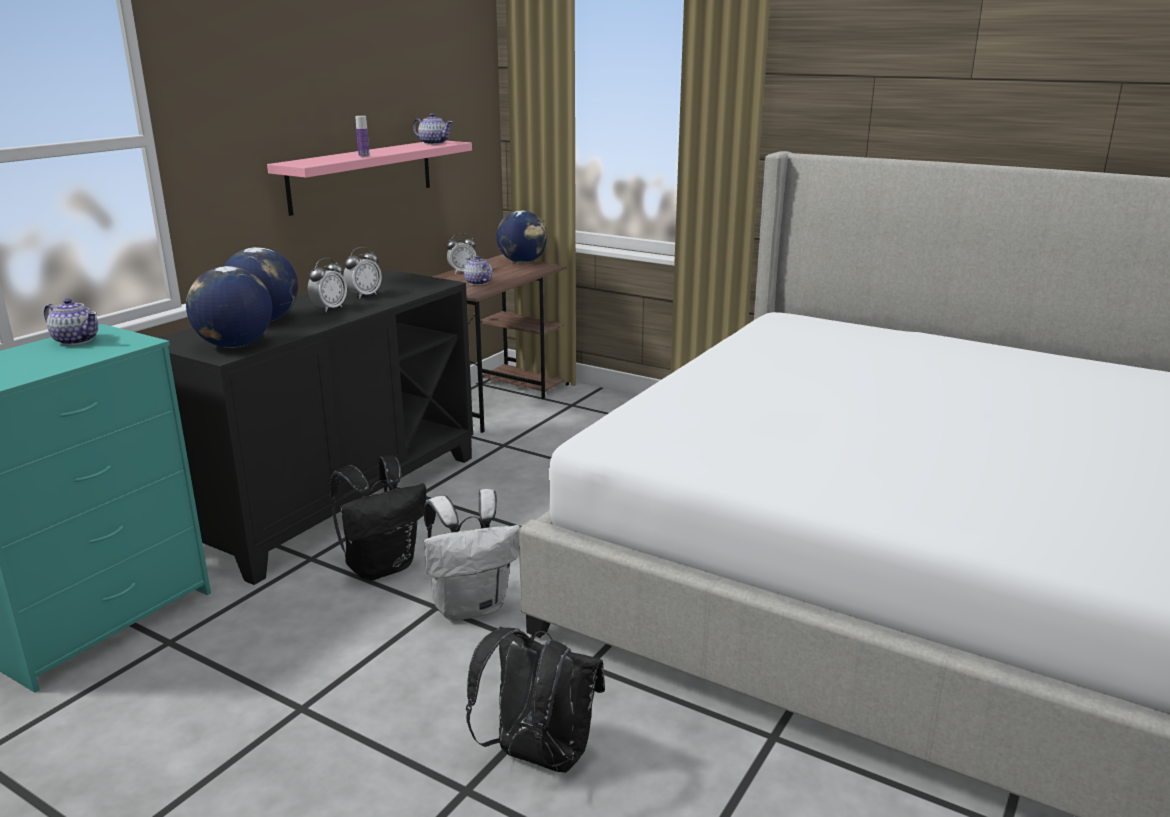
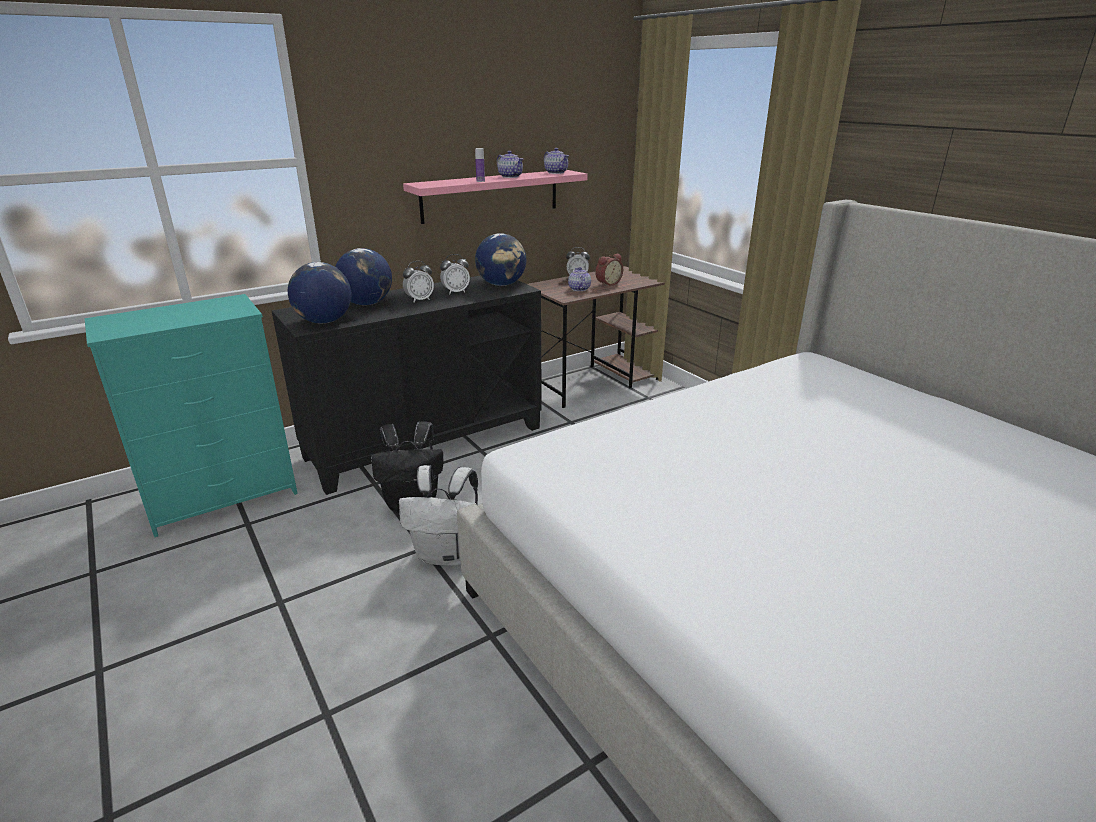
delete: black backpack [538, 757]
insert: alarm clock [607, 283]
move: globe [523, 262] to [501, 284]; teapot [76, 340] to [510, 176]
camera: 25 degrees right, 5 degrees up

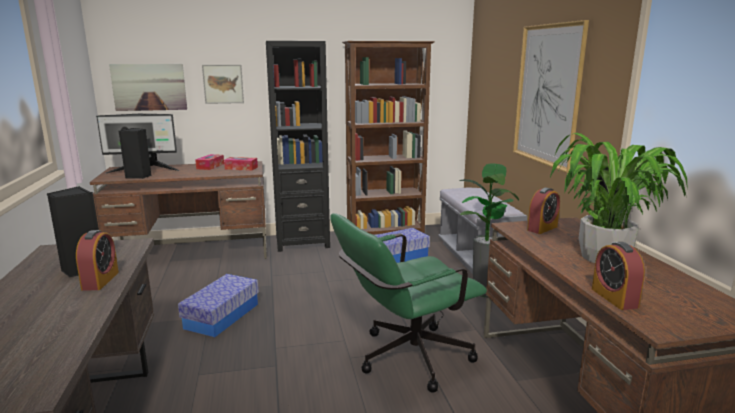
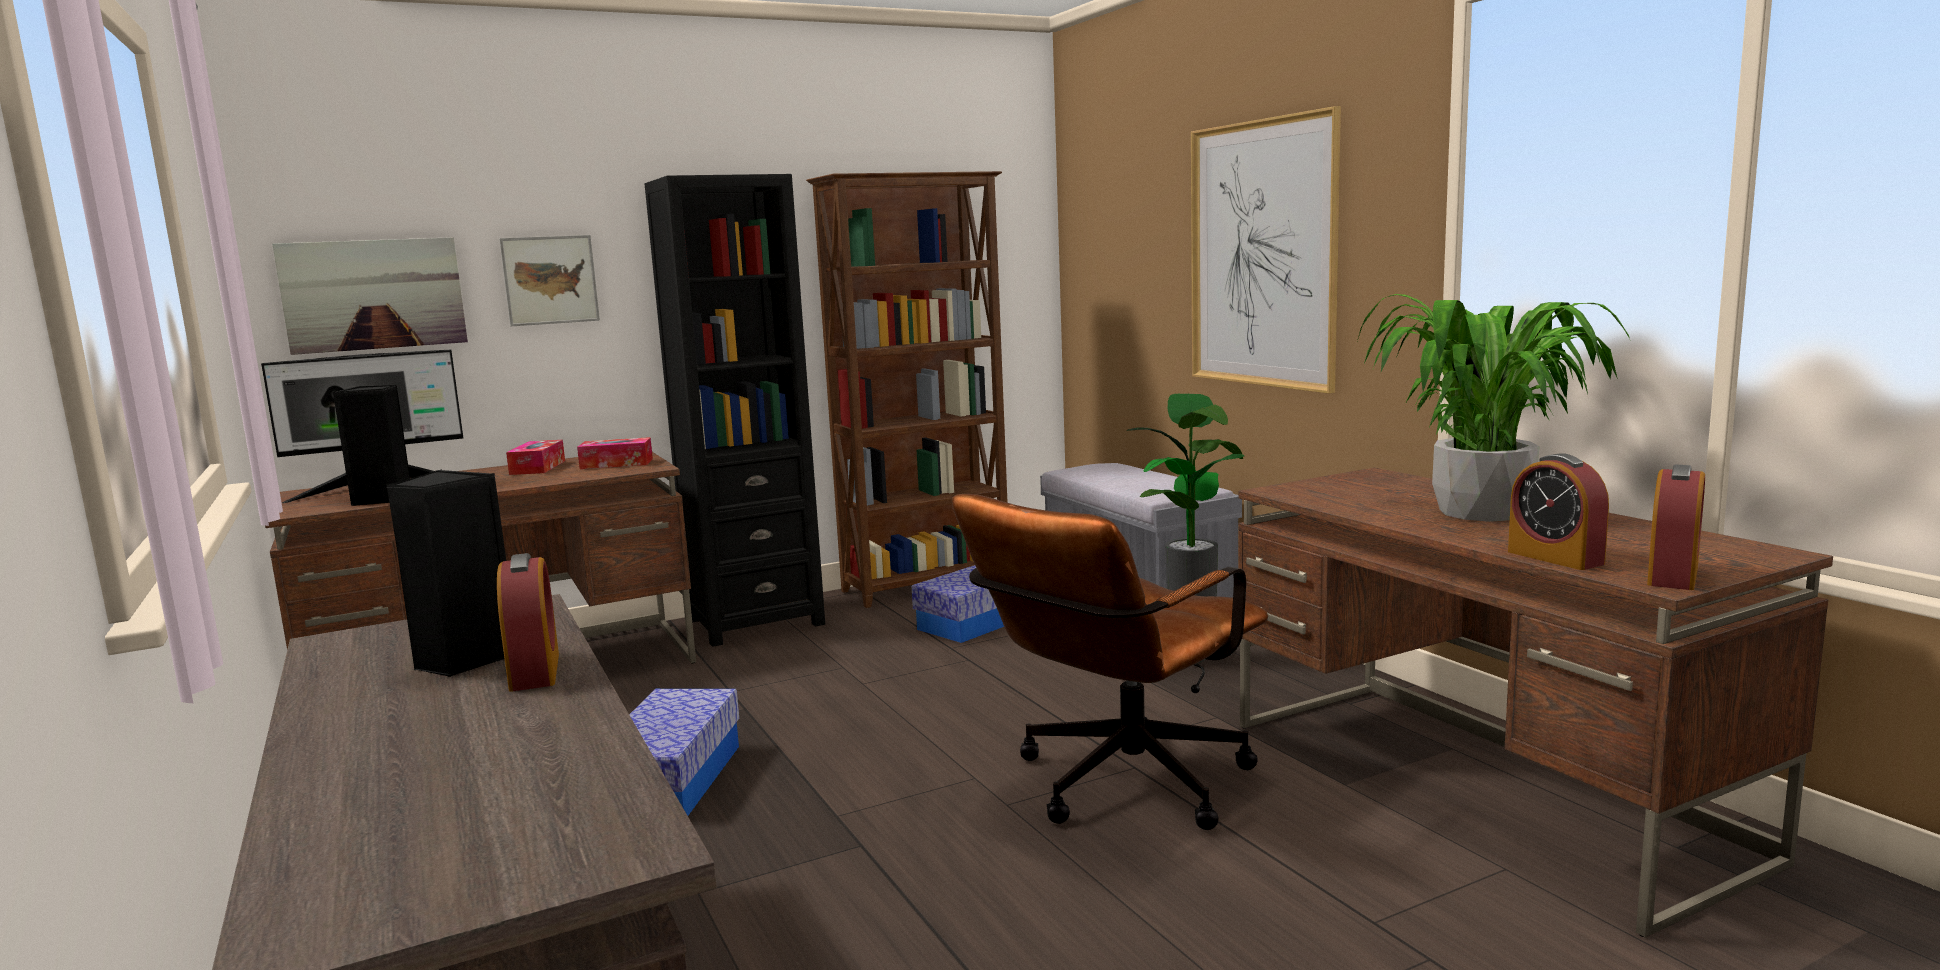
move: alarm clock [542, 228] to [1673, 576]
recolor: green office chair [405, 359] to brown office chair [1117, 787]
camera: 15 degrees left, 5 degrees down

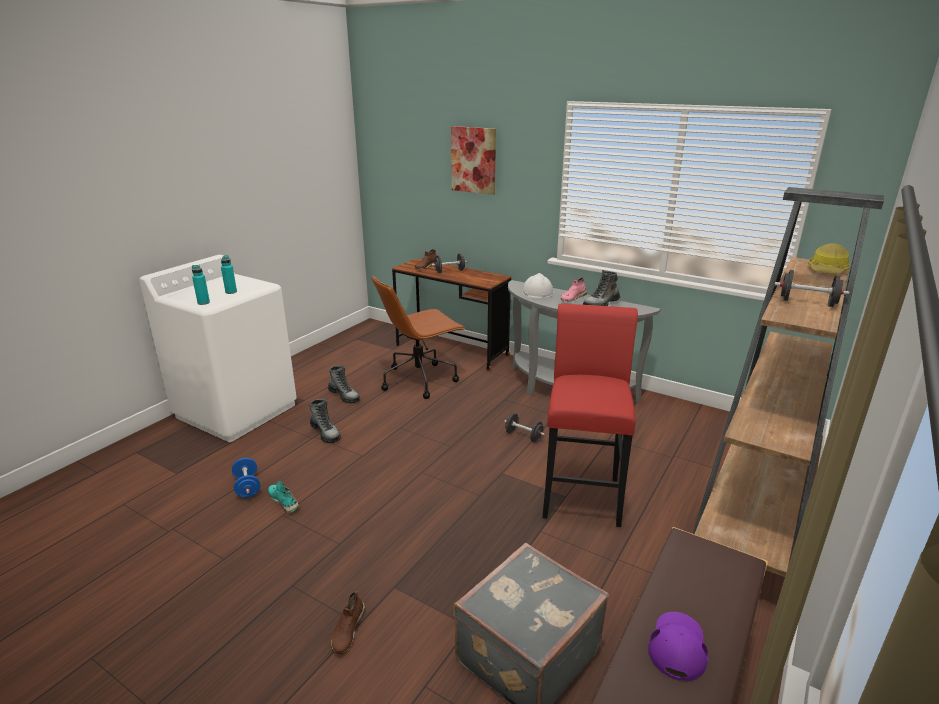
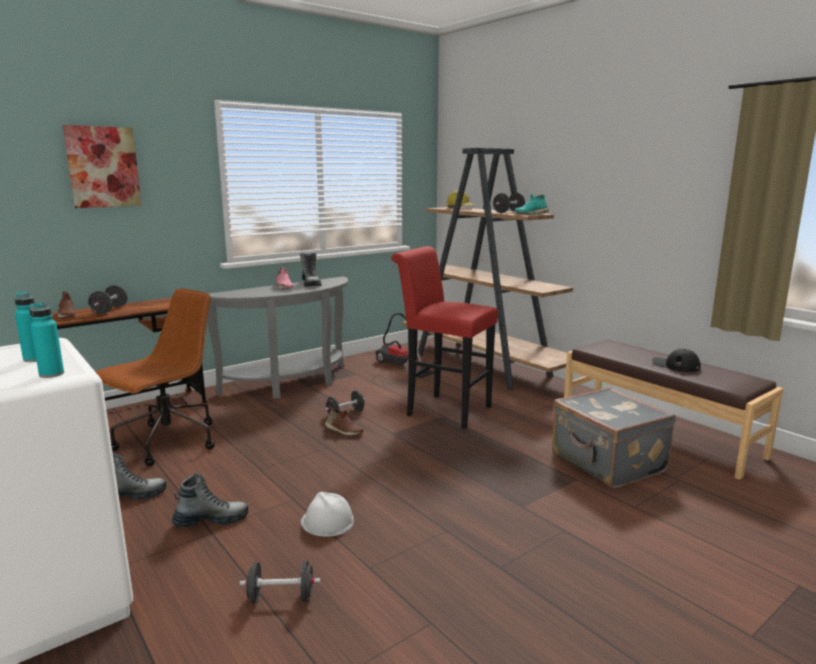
insert: vacuum cleaner [398, 365]
move: white hard hat [537, 292] to [327, 521]; turquoise shoe [284, 501] to [530, 214]; brown shoe [348, 630] to [343, 431]
recolor: blue dumbbell [247, 487] to black dumbbell [281, 597]; purple cap [677, 646] to black cap [675, 365]
rotate: brown office chair [420, 379] = [167, 443] 135 degrees counterclockwise
camera: 70 degrees left, 10 degrees down

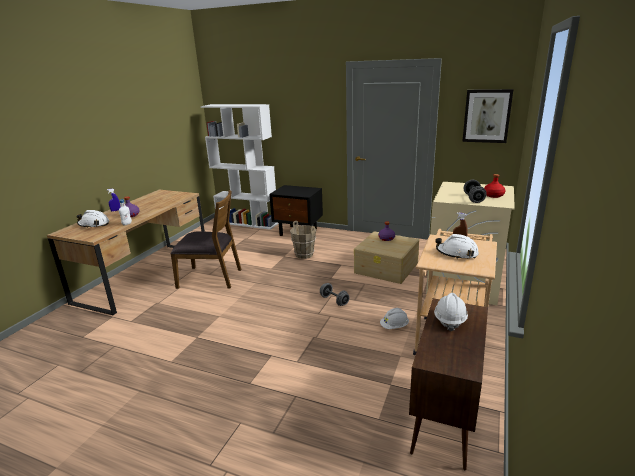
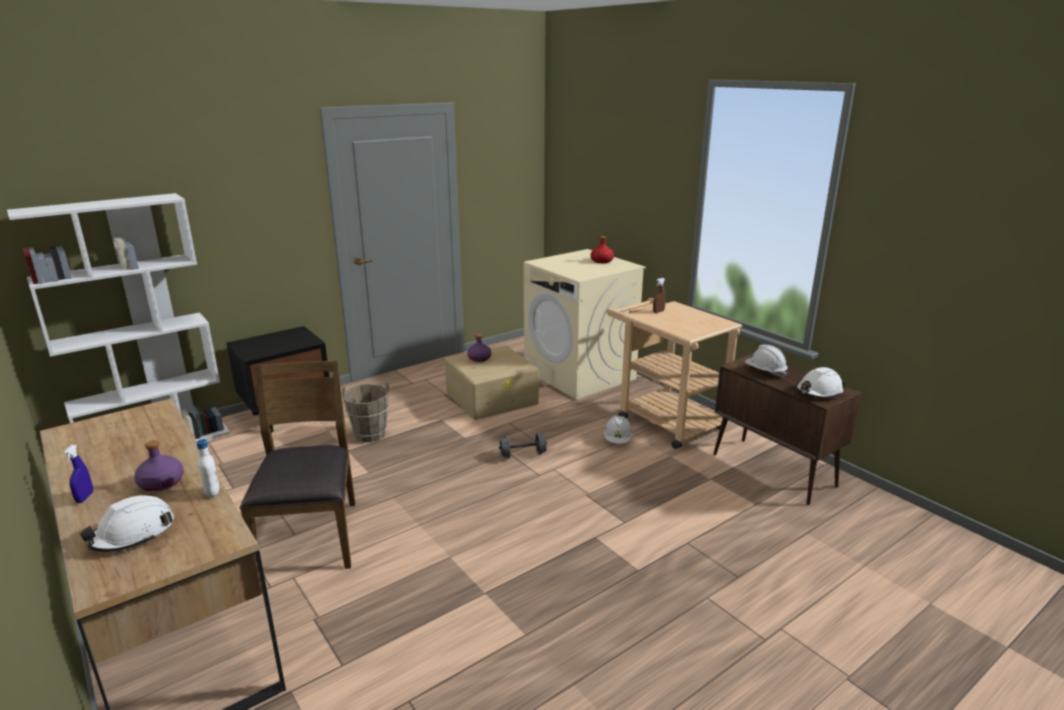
delete: picture [487, 116]; grey dumbbell [473, 199]
move: white hard hat [456, 253] to [818, 392]
rotate: brown chair [210, 278] = [311, 536] 45 degrees counterclockwise
camera: 60 degrees left, 0 degrees up

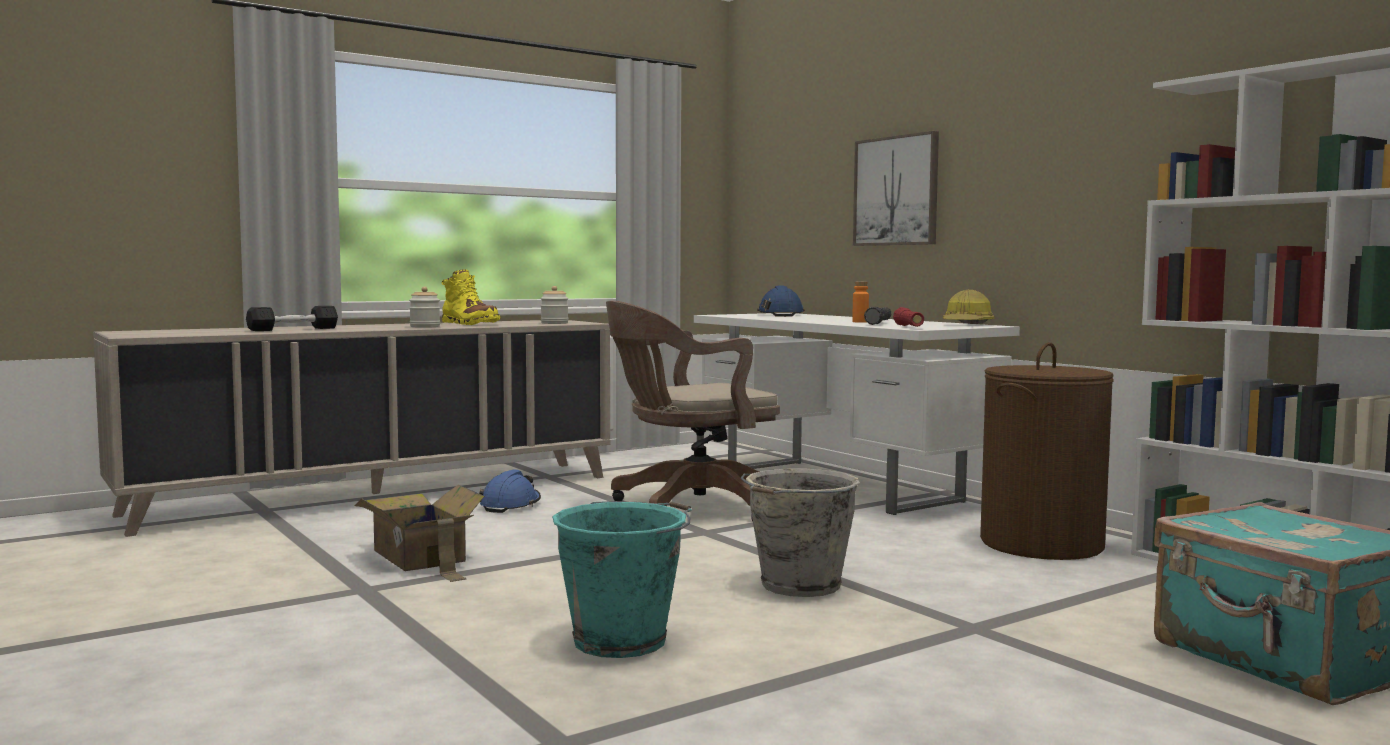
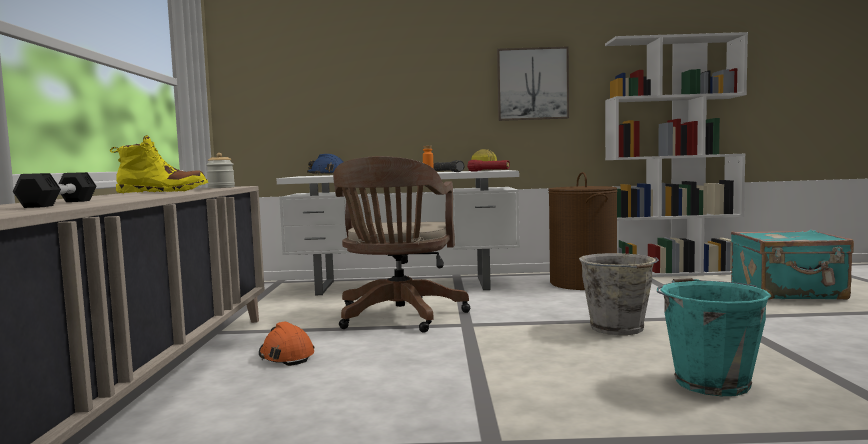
delete: jar [425, 327]; cardboard box [419, 558]
move: picture [896, 191] to [532, 84]
recolor: blue hard hat [510, 505] to orange hard hat [286, 356]
camera: 55 degrees left, 0 degrees up

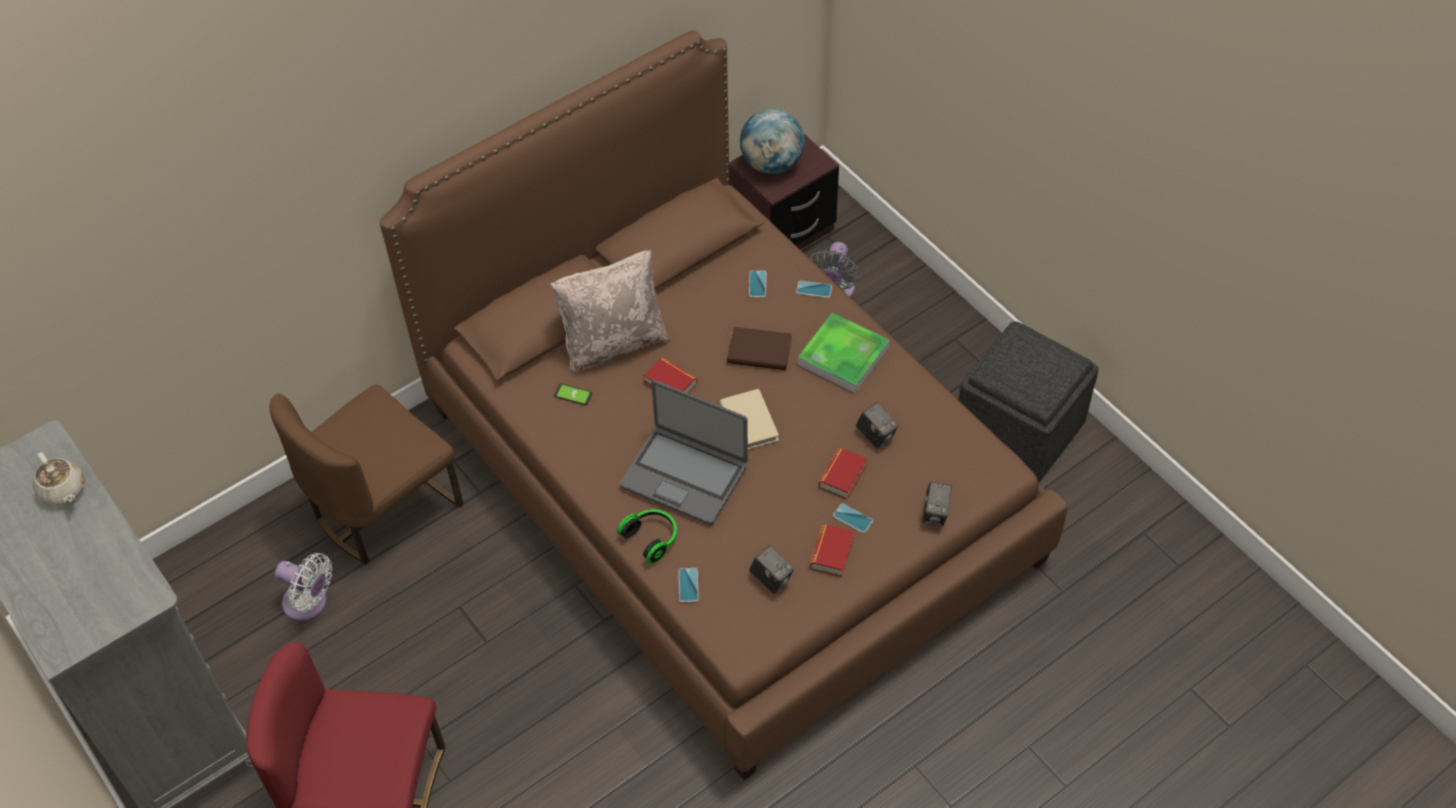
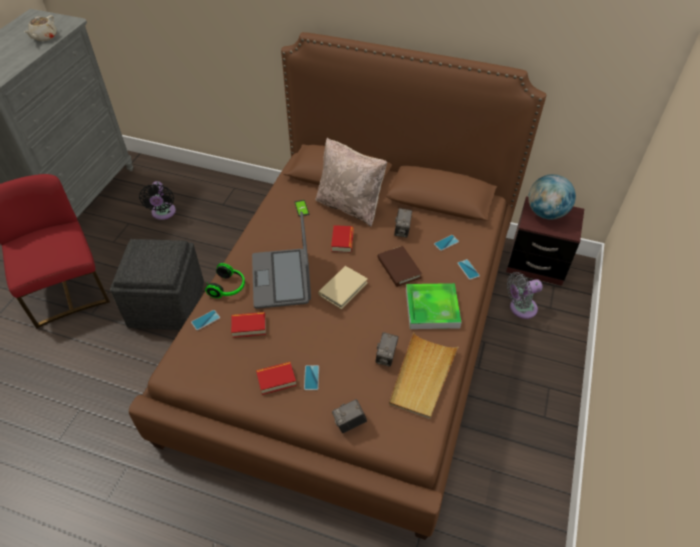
delete: brown chair [383, 507]
insert: beige tray [422, 377]
move: grey ottoman [1020, 429] to [167, 304]; book [842, 476] to [249, 326]; photo camera [771, 579] to [402, 231]
recolor: white fan [309, 603] to black fan [163, 213]
camera: 55 degrees right, 5 degrees down

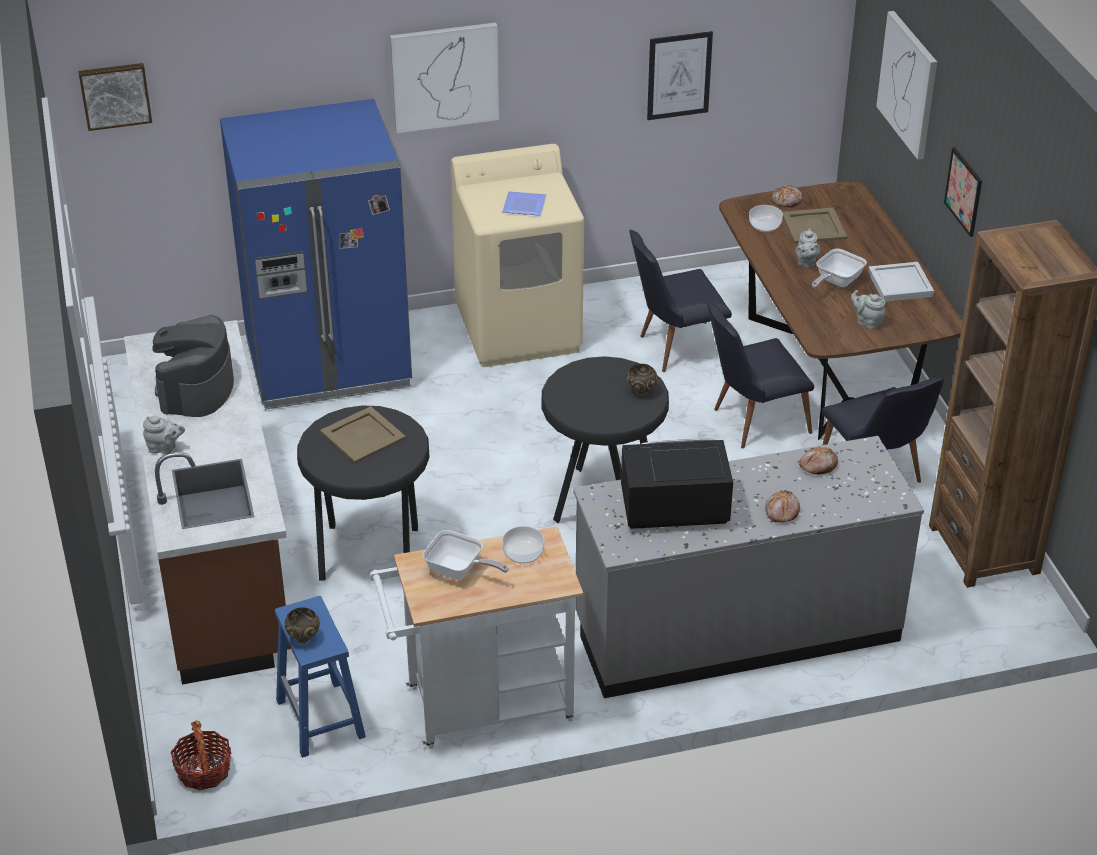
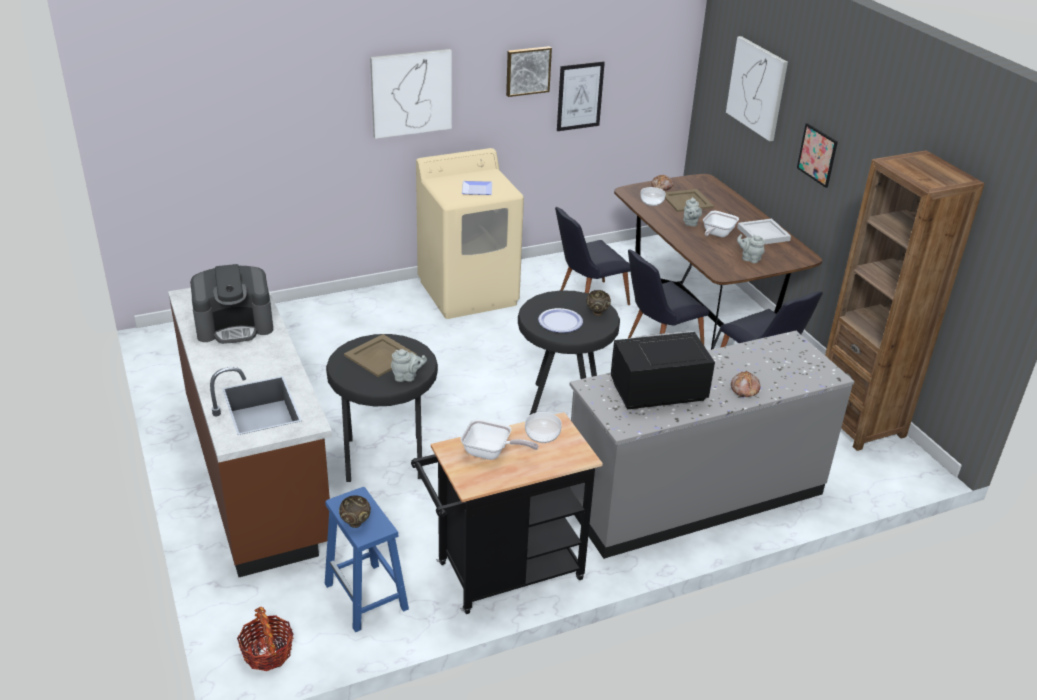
delete: blue fridge [328, 363]; bread [817, 465]
insert: plate [560, 321]
move: picture [115, 95] to [527, 70]; grey teapot [164, 448] to [407, 377]
recolor: white cart [479, 707] to black cart [501, 575]
rotate: coffee machine [196, 389] = [235, 326] 105 degrees counterclockwise
camera: 10 degrees left, 5 degrees down

